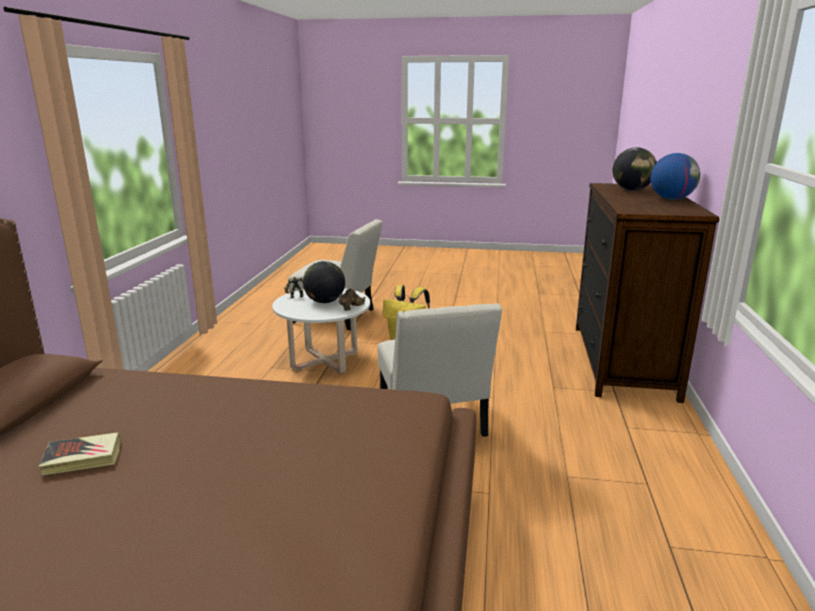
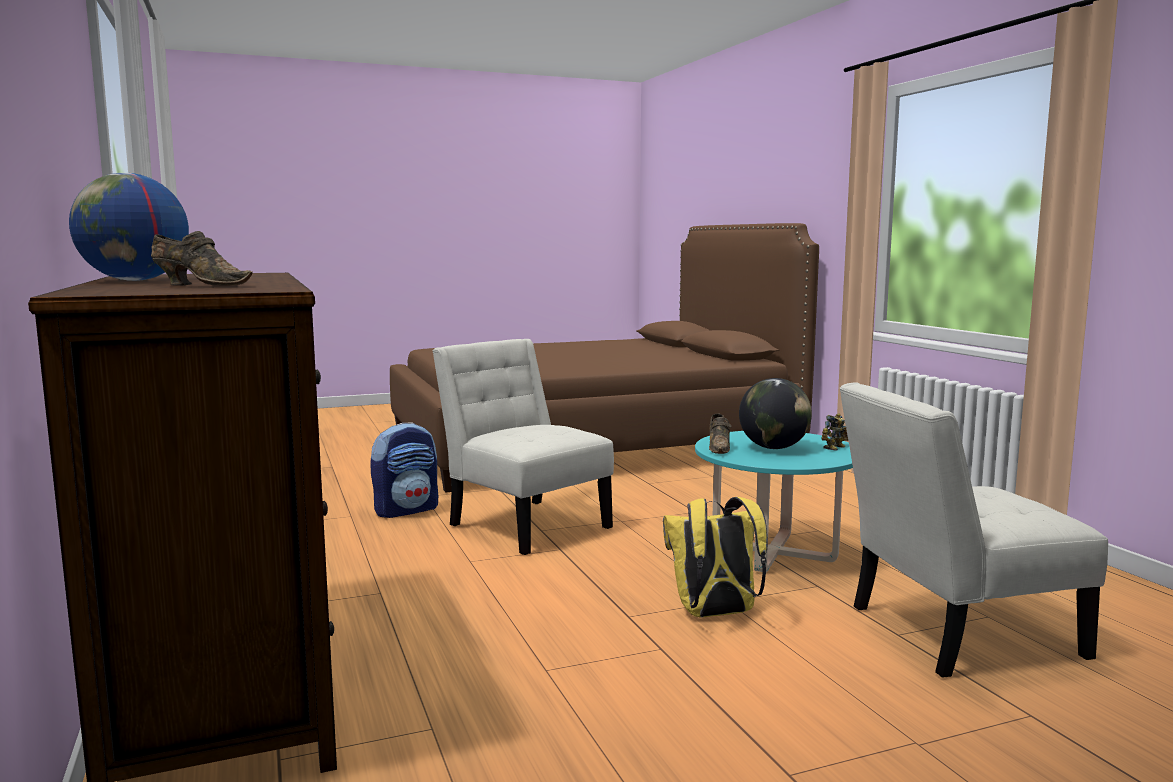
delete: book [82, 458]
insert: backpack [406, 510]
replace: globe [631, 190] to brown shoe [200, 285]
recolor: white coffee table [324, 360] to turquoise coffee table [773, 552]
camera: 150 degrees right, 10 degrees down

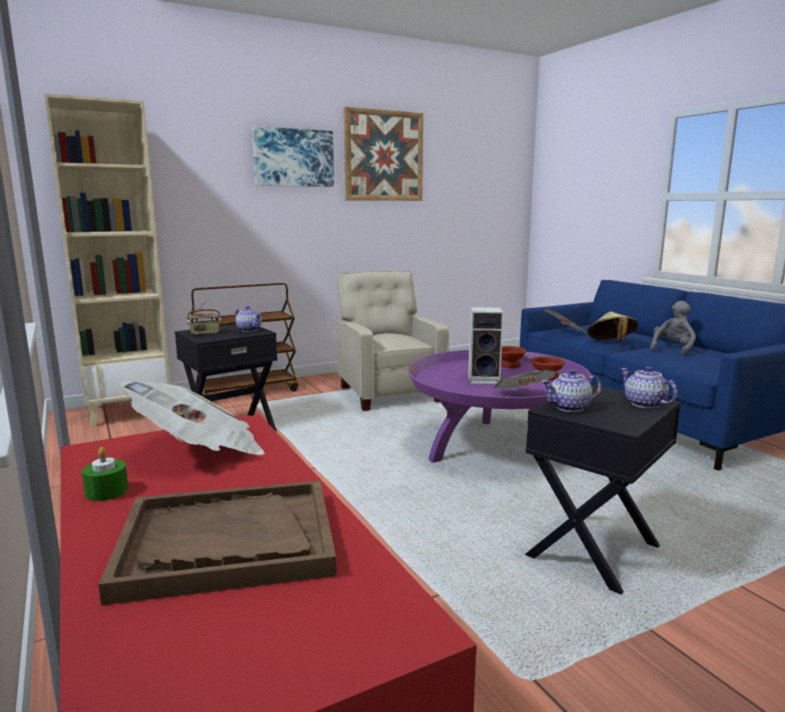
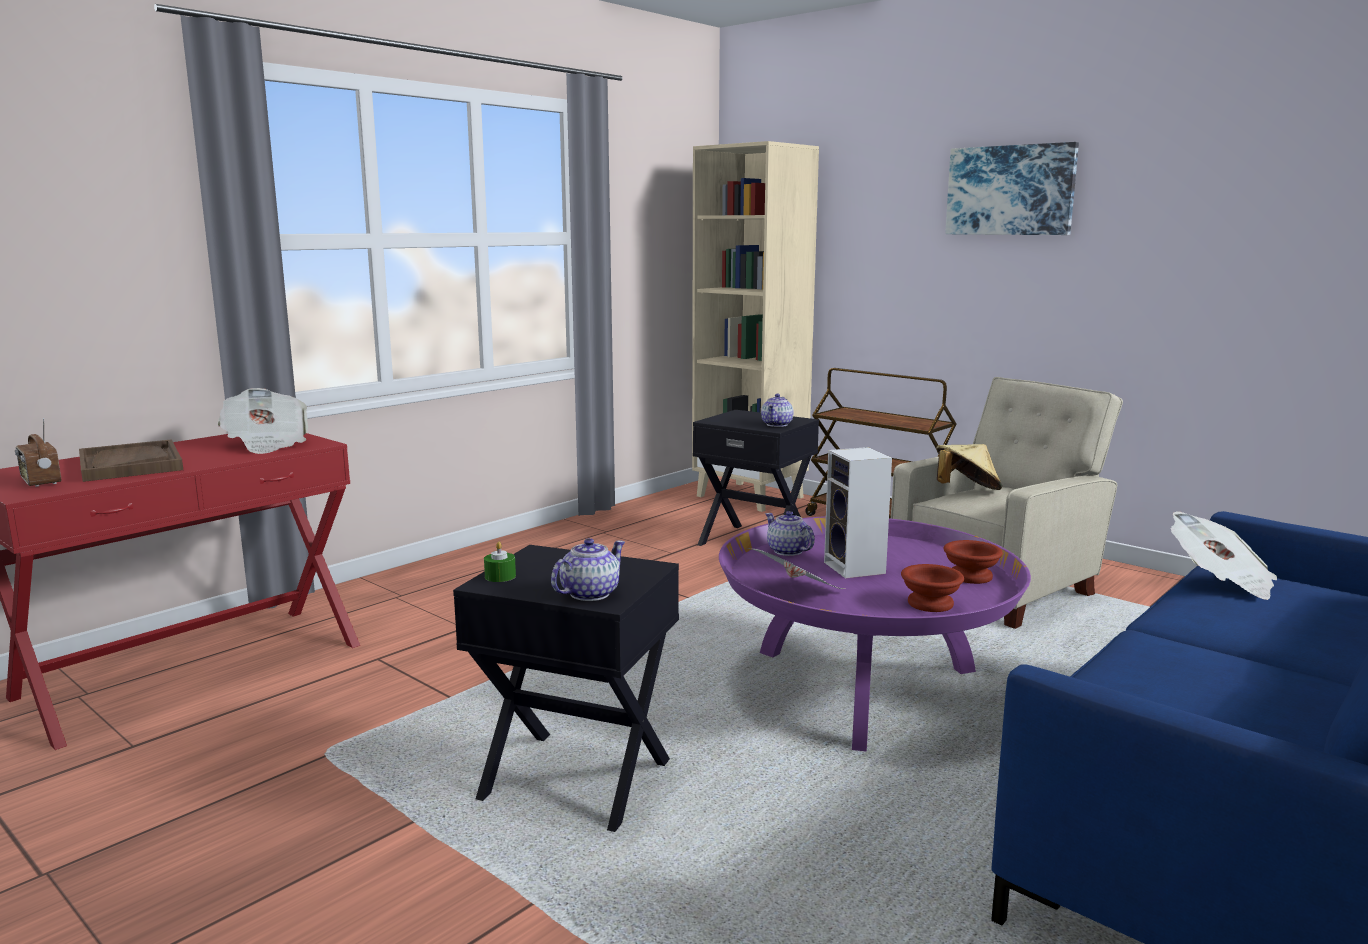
delete: picture [384, 156]; grey plush toy [672, 349]
move: radio [205, 333] to [40, 481]; beige hat [611, 343] to [966, 490]; teapot [570, 407] to [788, 551]; green candle [107, 491] to [500, 576]
camera: 70 degrees right, 0 degrees up

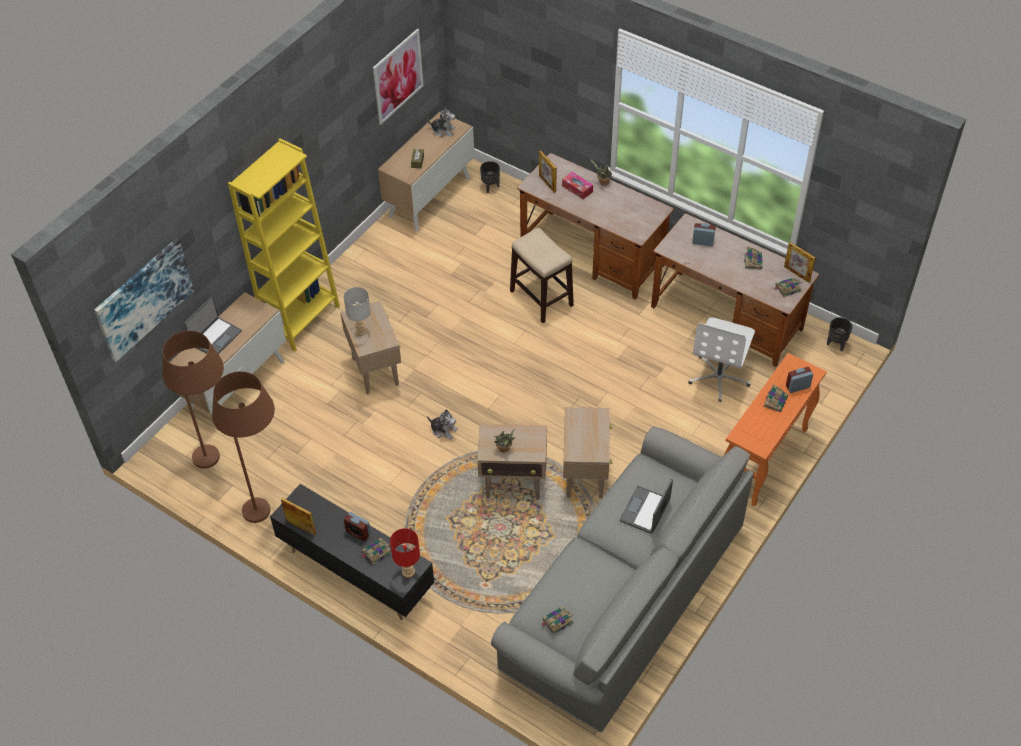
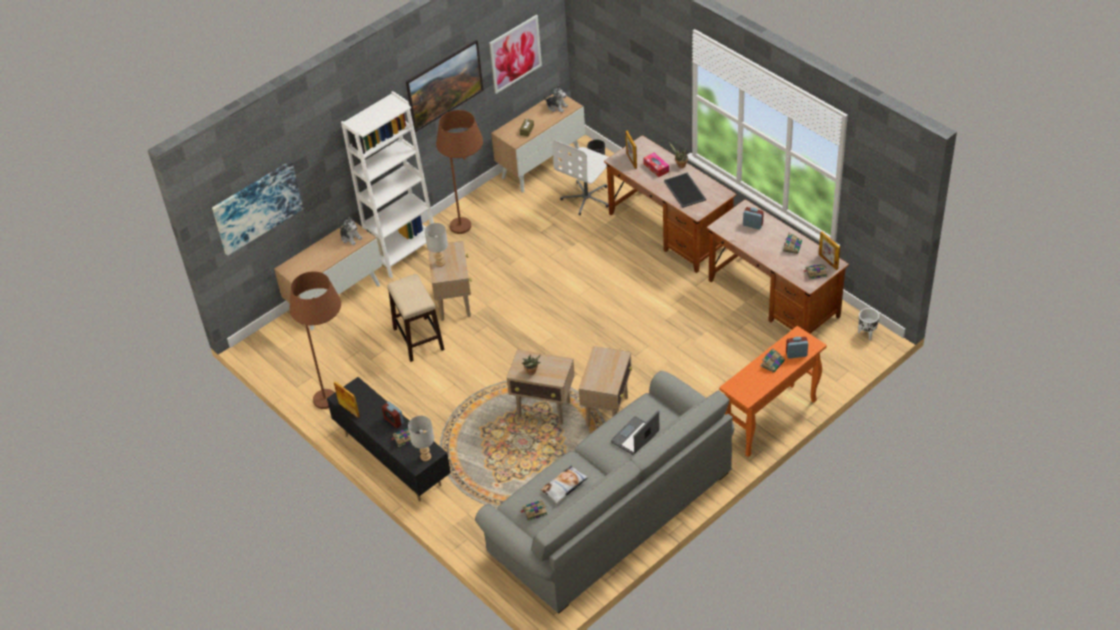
delete: laptop [215, 337]
insert: picture [446, 98]; tray [685, 190]; pillow [564, 486]
move: stool [541, 298] to [418, 339]; white office chair [719, 377] to [587, 198]; brown floor lamp [220, 460] to [471, 229]; plush toy [443, 430] to [350, 237]
recolor: yellow bookcase [301, 320] to white bookcase [403, 253]; black planter [836, 344] to white planter [866, 333]; red table lamp [408, 572] to grey table lamp [425, 457]
camera: 15 degrees right, 5 degrees down

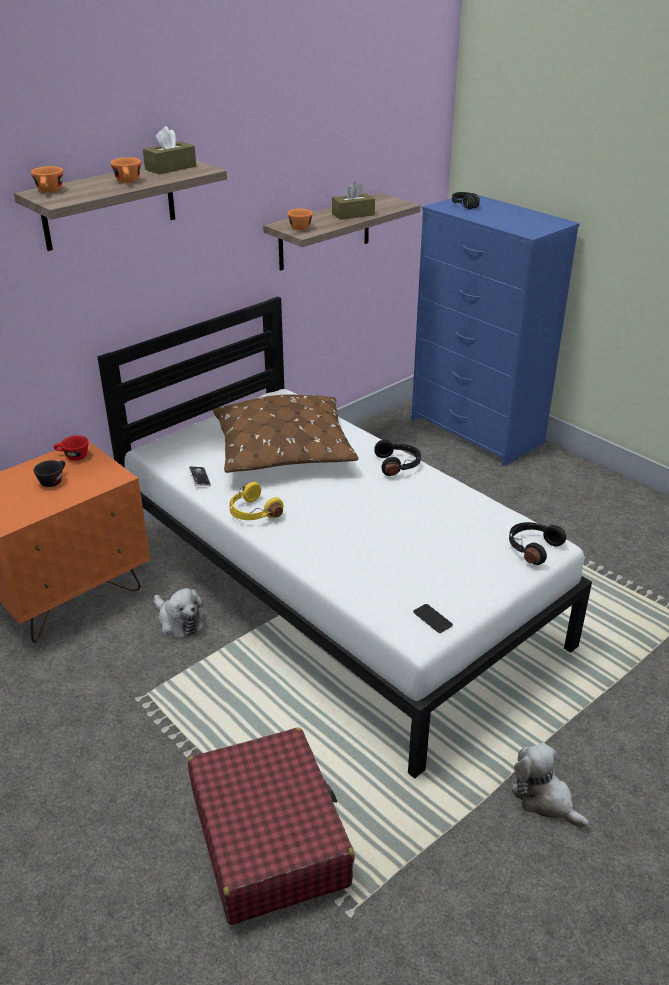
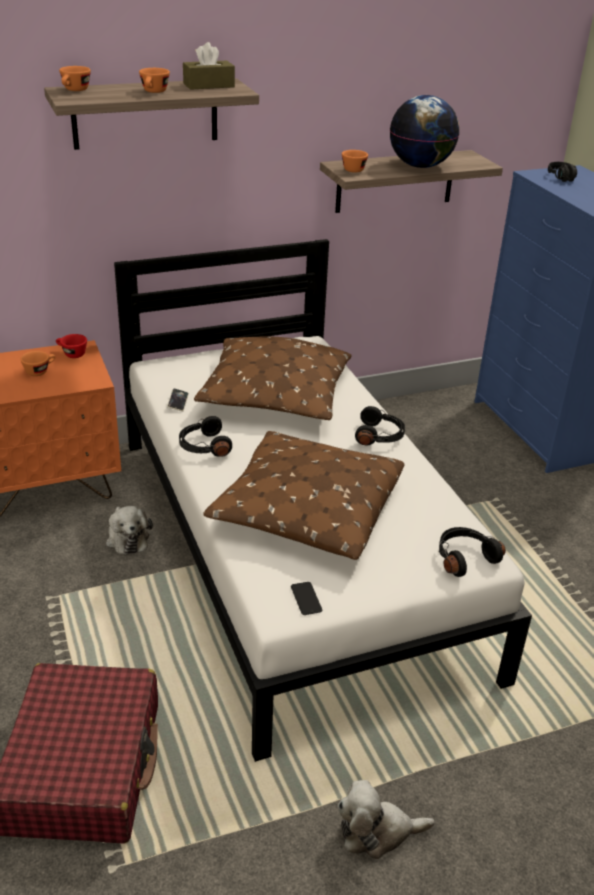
insert: brown pillow [306, 510]
replace: brown tissue box [353, 214] to globe [420, 166]
recolor: black cup [53, 480] to orange cup [40, 371]; yellow headphones [253, 513] to black headphones [204, 446]
rotate: plush toy [545, 799] = [377, 832] 75 degrees counterclockwise
camera: 20 degrees right, 0 degrees up

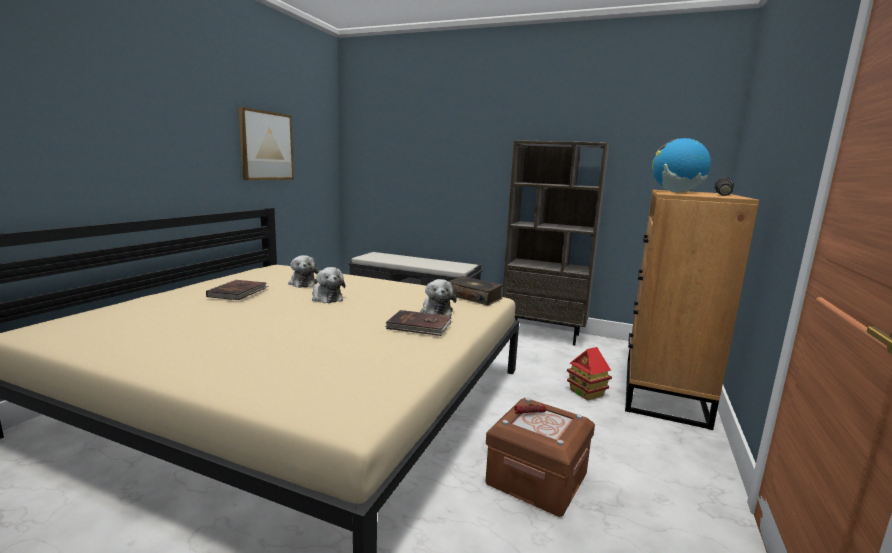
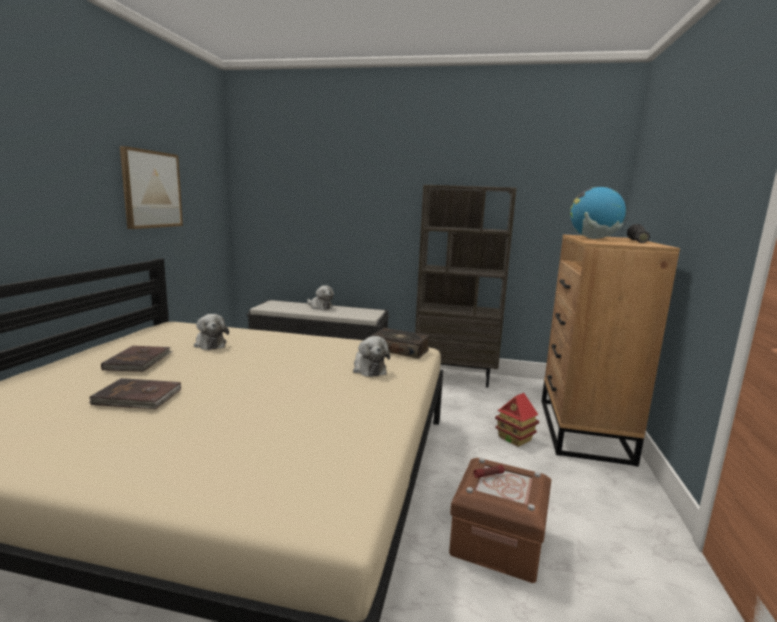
move: plush toy [326, 298] to [320, 307]; brown book [419, 326] to [137, 397]
camera: 10 degrees left, 0 degrees up

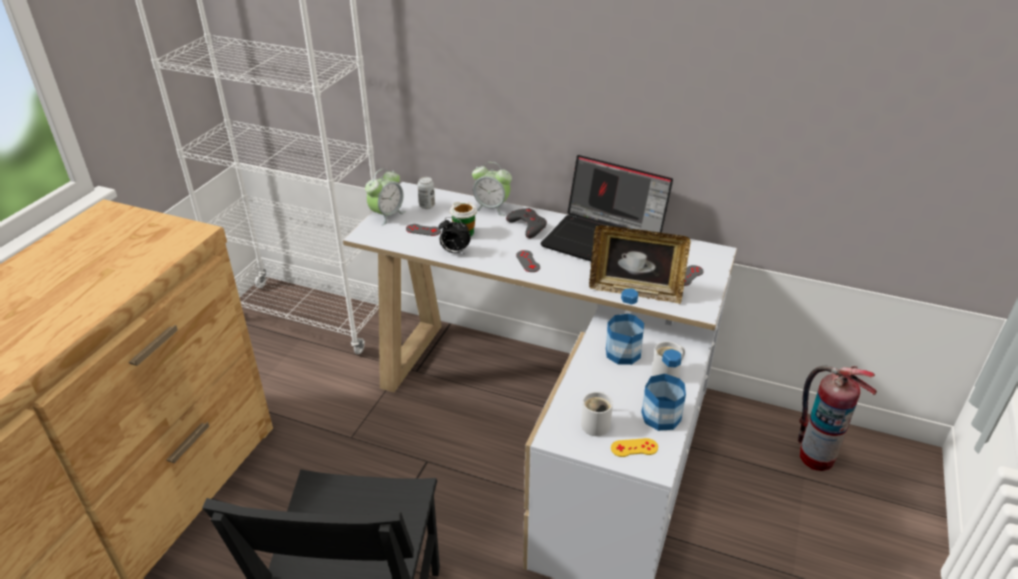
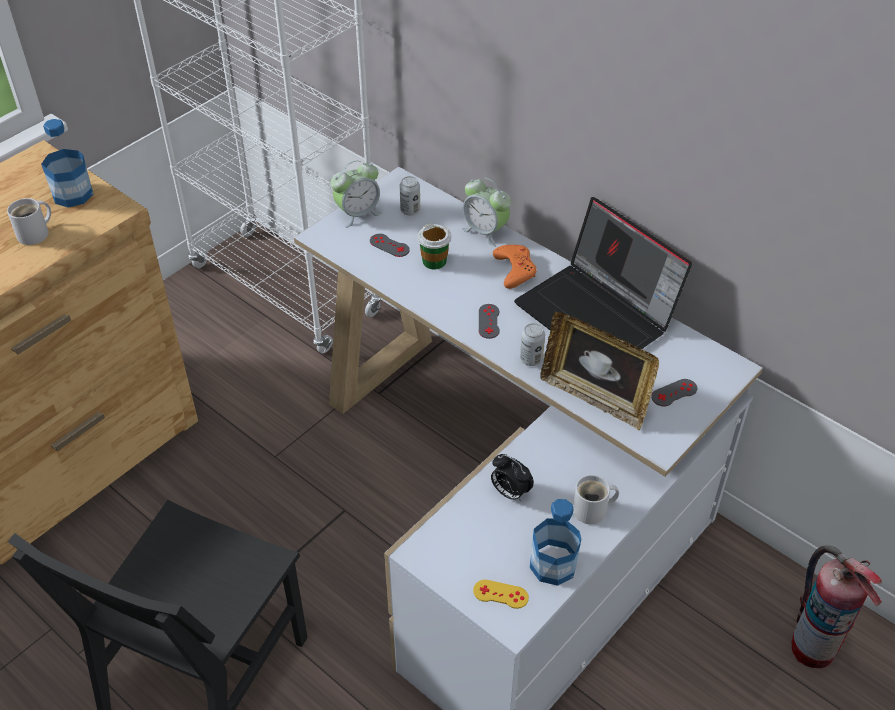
insert: can [531, 359]
move: alarm clock [454, 252] to [509, 492]; bottle [623, 353] to [73, 194]; white mug [597, 423] to [36, 233]
recolor: grey game controller [527, 226] to orange game controller [515, 269]
camera: 20 degrees right, 10 degrees up

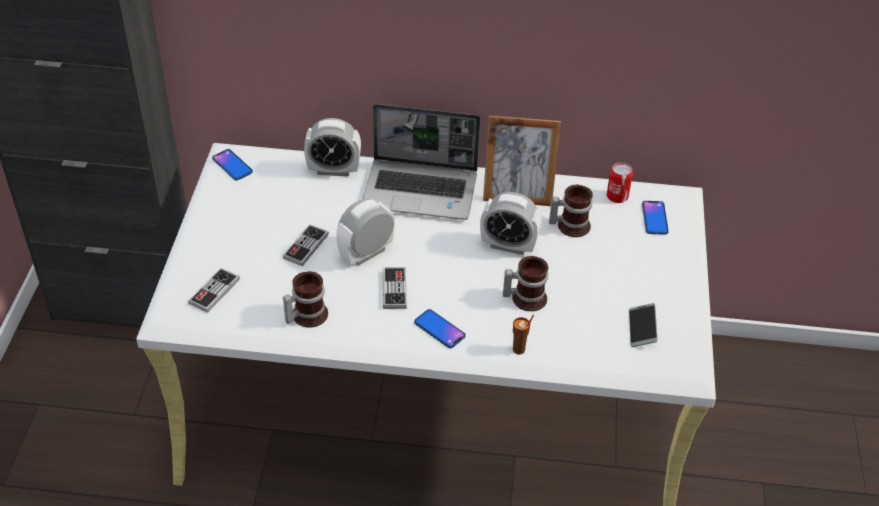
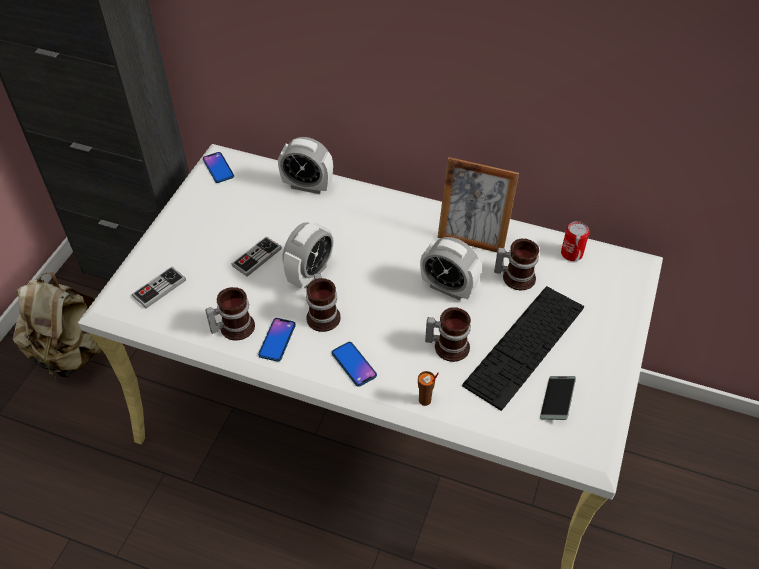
delete: laptop [421, 190]
insert: beige backpack [71, 353]; keyboard [525, 345]
move: phone [654, 218] to [277, 340]
replace: game controller [394, 289] to mug [324, 315]
rotate: alarm clock [366, 253] = [310, 273] 150 degrees clockwise
camera: 15 degrees right, 5 degrees up

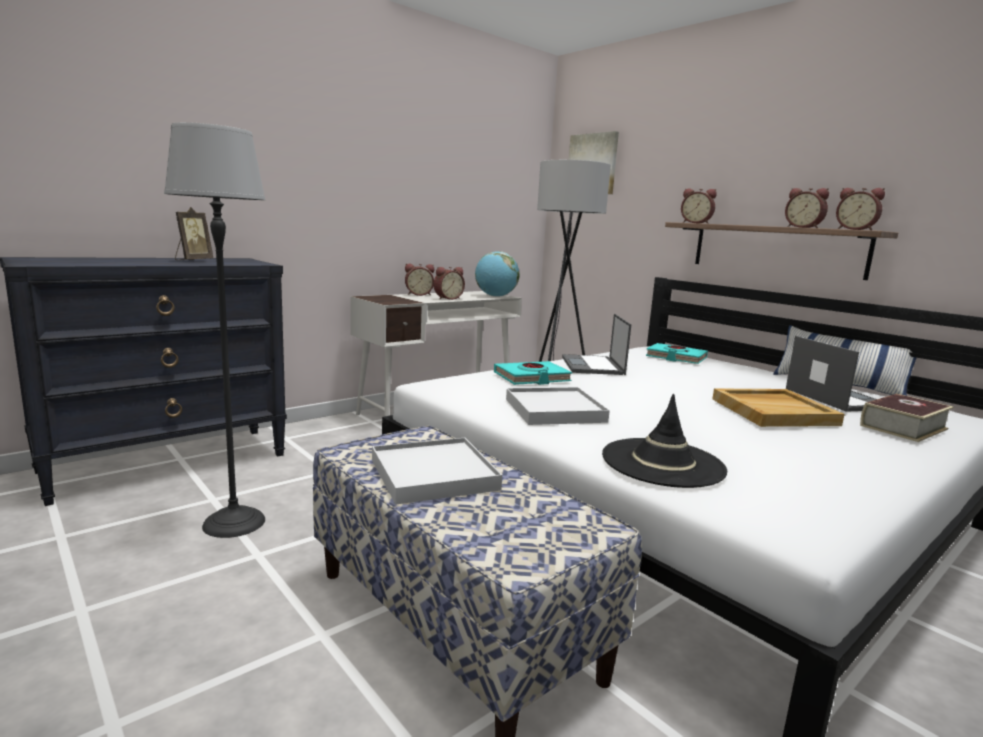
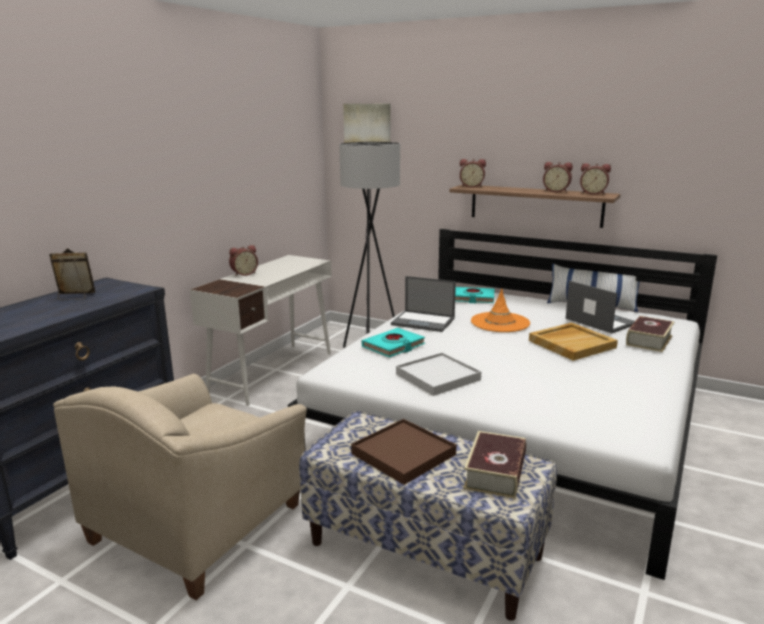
delete: globe [496, 296]; alarm clock [447, 298]; black hat [662, 463]
insert: orange hat [500, 322]; book [495, 472]
replace: floor lamp [234, 522] to beige armchair [199, 524]
recolor: white tray [434, 474] to brown tray [403, 454]
rotate: picture frame [193, 260] = [75, 297] 90 degrees counterclockwise; laptop [593, 366] = [424, 321] 45 degrees counterclockwise
camera: 20 degrees left, 5 degrees up

